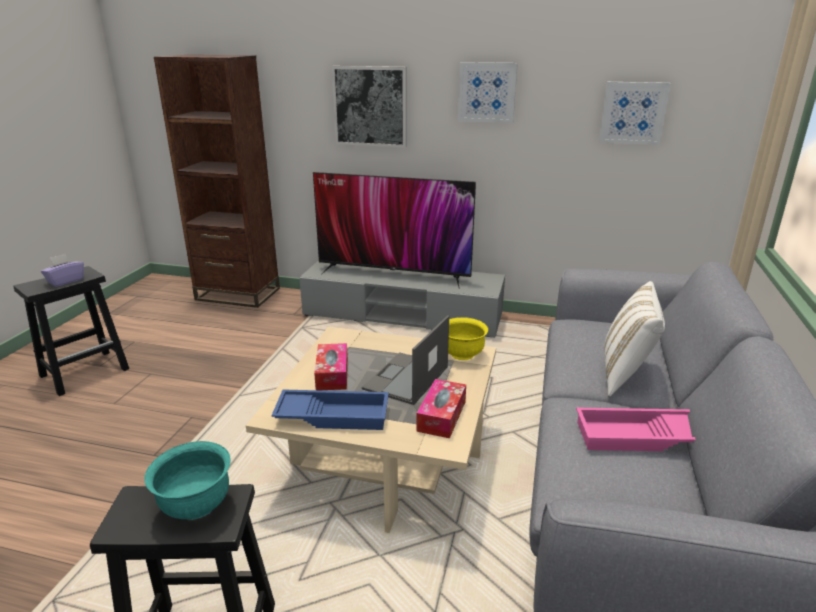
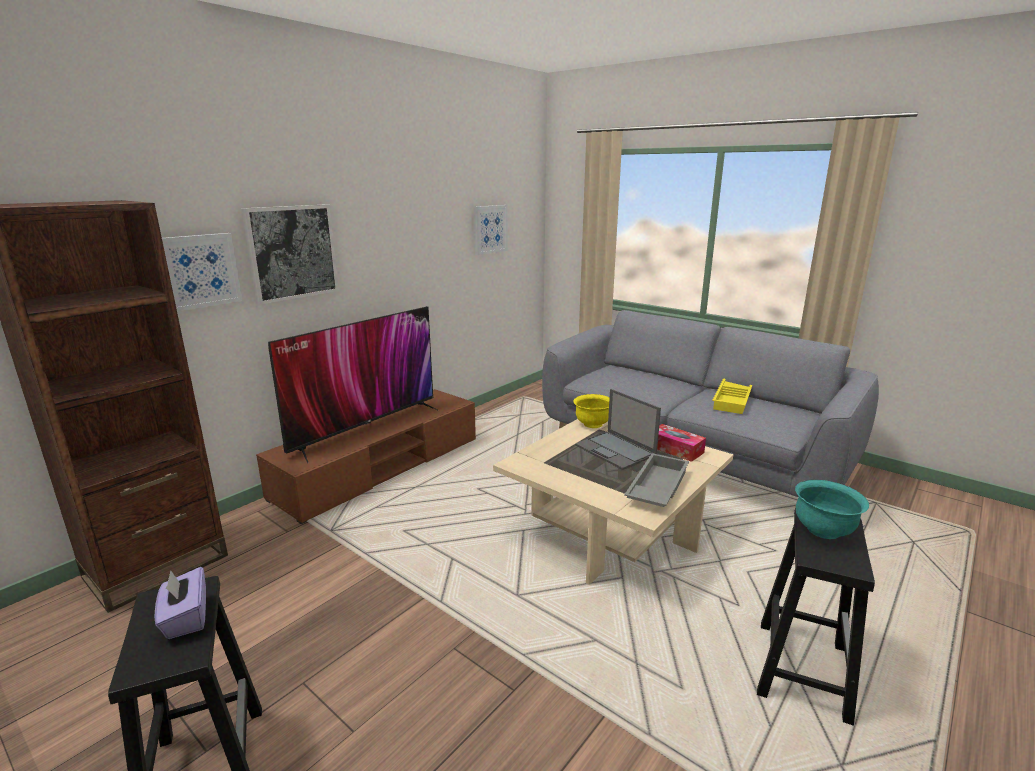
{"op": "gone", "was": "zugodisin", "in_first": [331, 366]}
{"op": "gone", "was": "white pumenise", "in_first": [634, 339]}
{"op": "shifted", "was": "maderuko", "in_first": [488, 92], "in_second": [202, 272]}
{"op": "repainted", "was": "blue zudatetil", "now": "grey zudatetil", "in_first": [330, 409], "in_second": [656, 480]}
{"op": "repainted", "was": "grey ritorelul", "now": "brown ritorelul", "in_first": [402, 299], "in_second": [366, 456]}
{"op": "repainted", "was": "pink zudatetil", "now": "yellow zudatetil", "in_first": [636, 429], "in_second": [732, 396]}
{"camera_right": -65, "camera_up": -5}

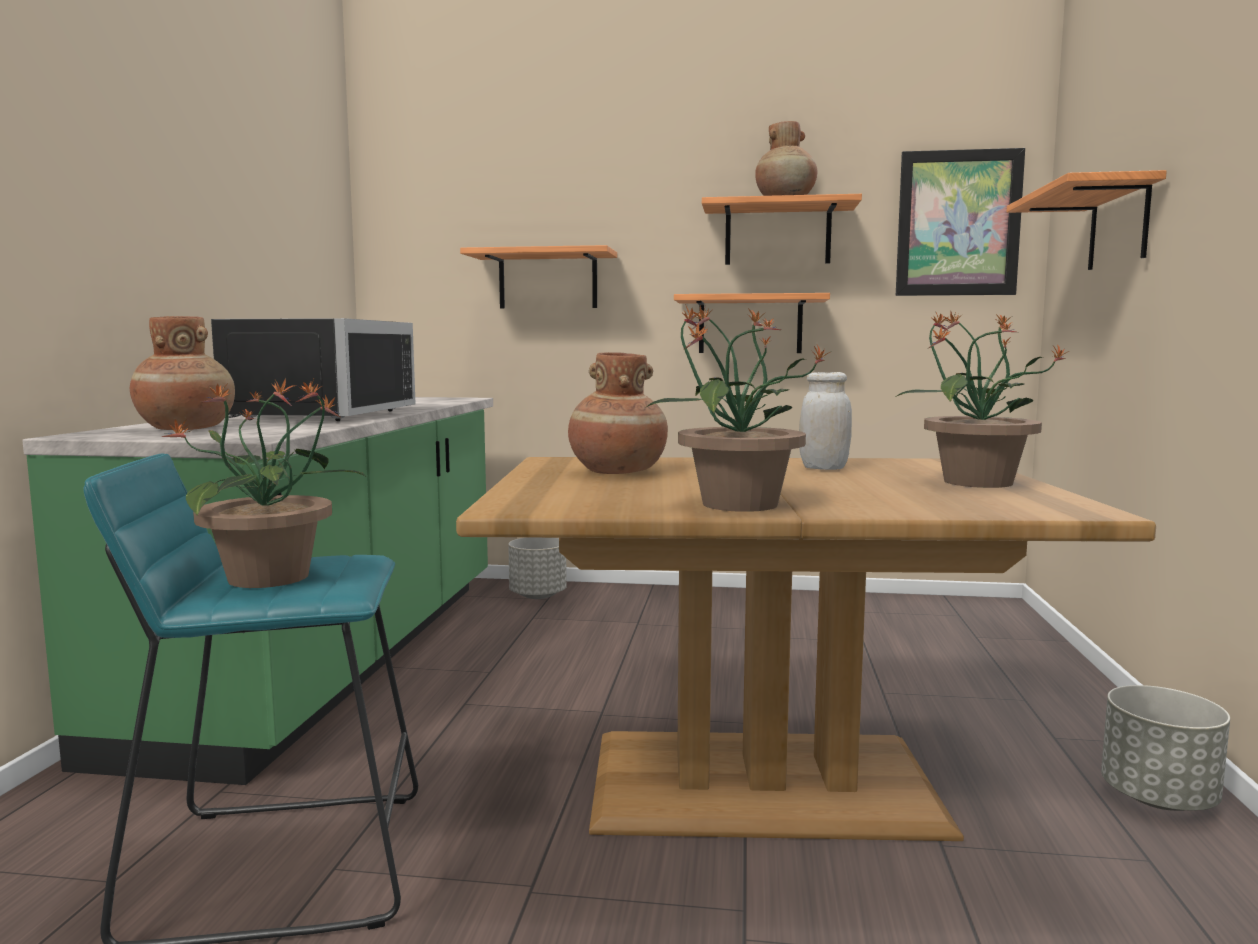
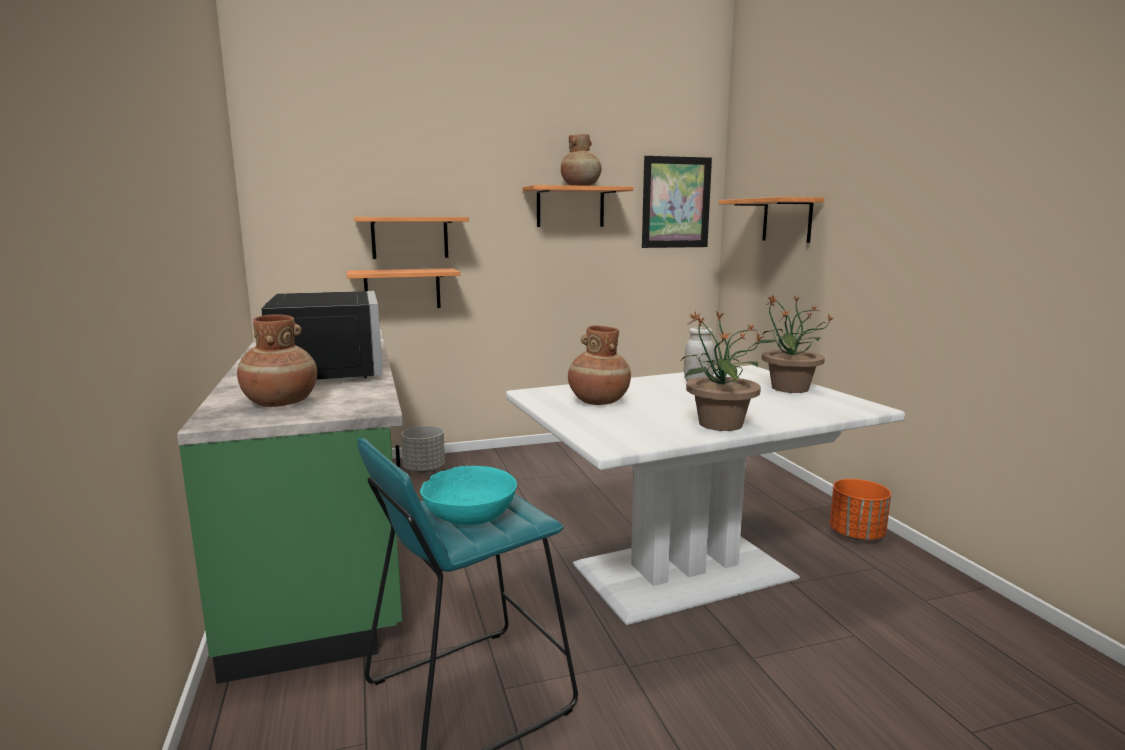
{"op": "shifted", "was": "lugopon", "in_first": [752, 323], "in_second": [403, 288]}
{"op": "swapped", "was": "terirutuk", "now": "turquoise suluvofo", "in_first": [264, 482], "in_second": [468, 495]}
{"op": "repainted", "was": "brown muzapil", "now": "white muzapil", "in_first": [806, 649], "in_second": [705, 495]}
{"op": "repainted", "was": "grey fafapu", "now": "orange fafapu", "in_first": [1165, 748], "in_second": [860, 509]}
{"camera_right": -25, "camera_up": 5}

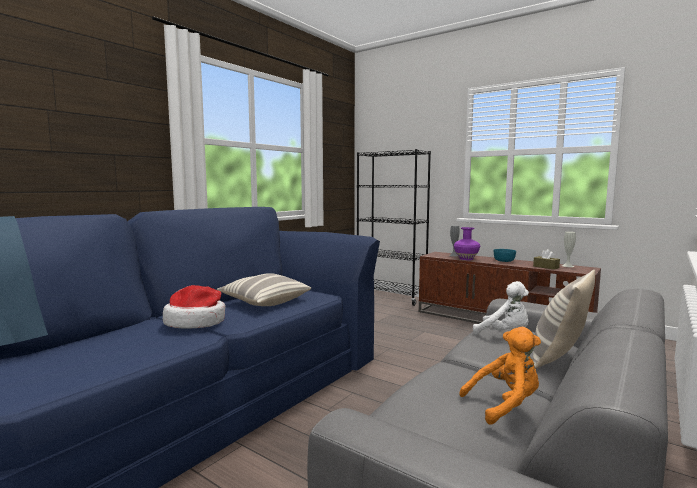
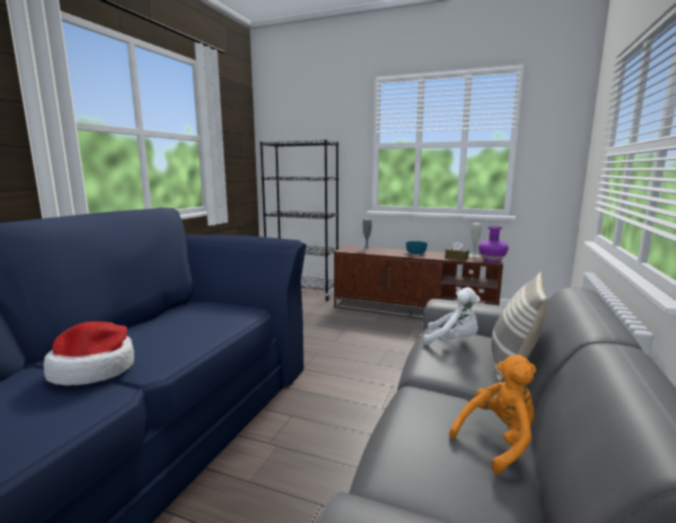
{"op": "gone", "was": "pumenise", "in_first": [264, 289]}
{"op": "shifted", "was": "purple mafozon", "in_first": [467, 243], "in_second": [493, 244]}
{"camera_right": -15, "camera_up": 5}

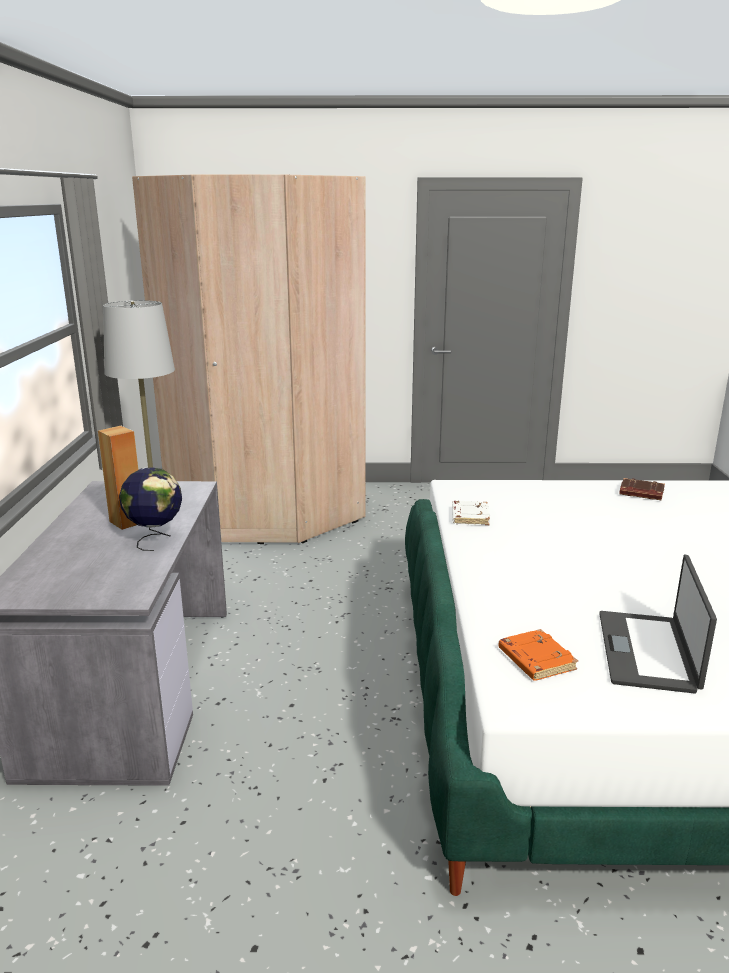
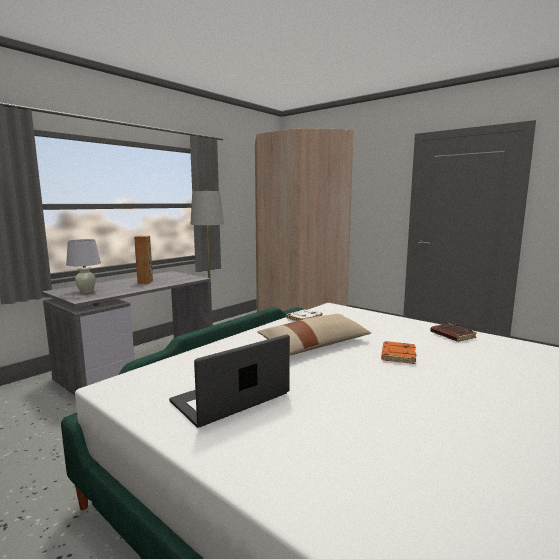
{"op": "gone", "was": "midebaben", "in_first": [150, 509]}
{"op": "new", "now": "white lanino", "in_second": [83, 266]}
{"op": "new", "now": "beige pumenise", "in_second": [314, 335]}
{"op": "shifted", "was": "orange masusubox", "in_first": [538, 655], "in_second": [398, 352]}
{"camera_right": 40, "camera_up": -10}

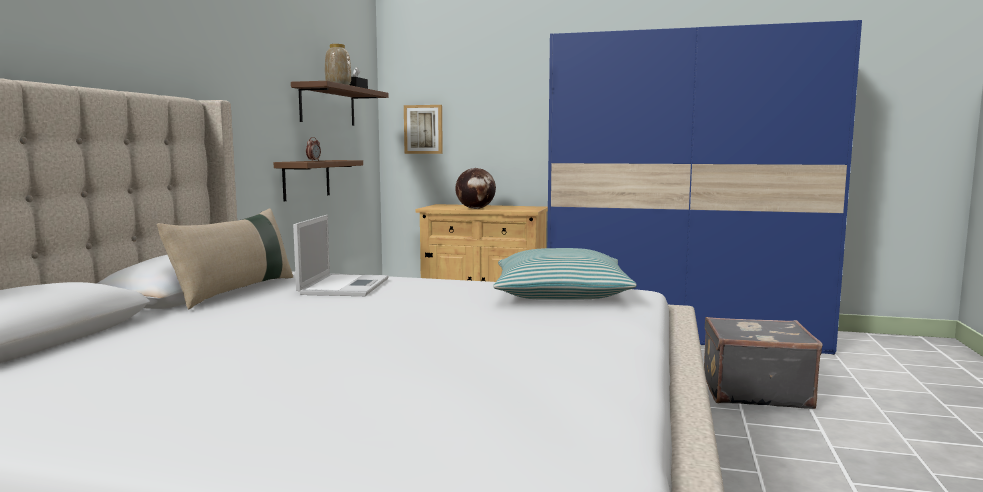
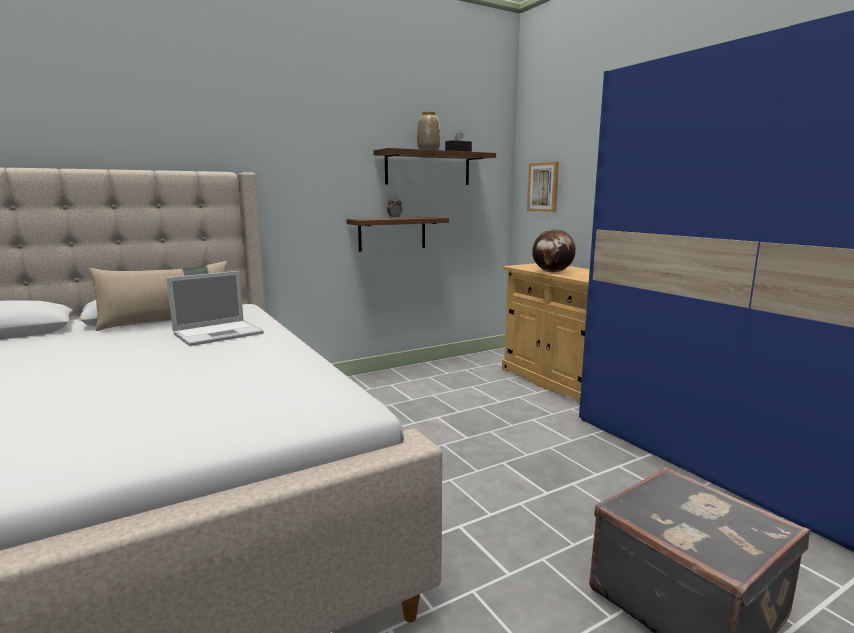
{"op": "gone", "was": "pumenise", "in_first": [565, 274]}
{"camera_right": 45, "camera_up": 5}

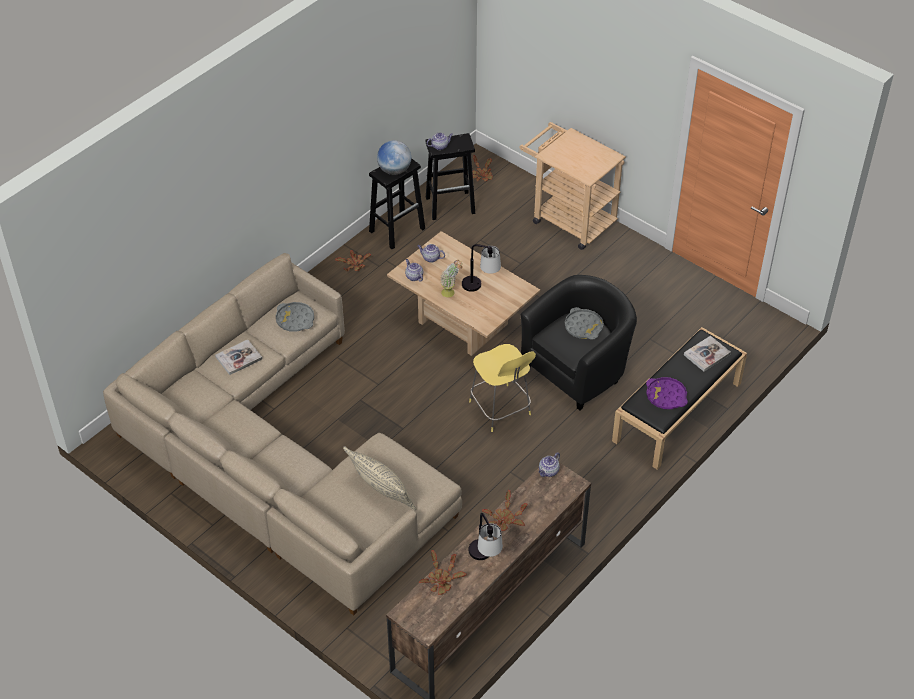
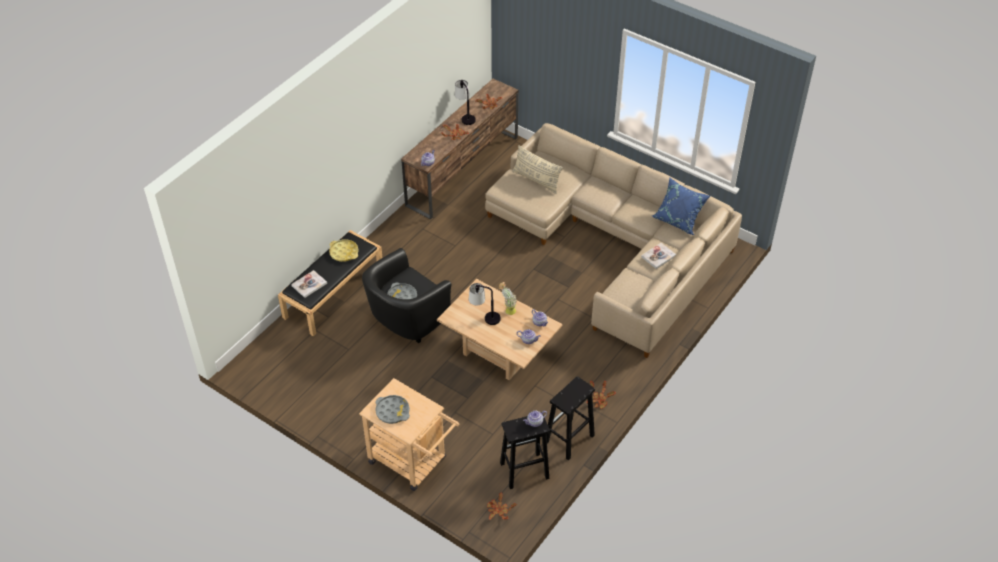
{"op": "gone", "was": "midebaben", "in_first": [394, 157]}
{"op": "gone", "was": "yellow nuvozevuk", "in_first": [502, 388]}
{"op": "new", "now": "blue pumenise", "in_second": [681, 206]}
{"op": "shifted", "was": "grey zudatetil", "in_first": [295, 317], "in_second": [392, 409]}
{"op": "repainted", "was": "purple zudatetil", "now": "yellow zudatetil", "in_first": [667, 393], "in_second": [344, 250]}
{"camera_right": 175, "camera_up": 0}

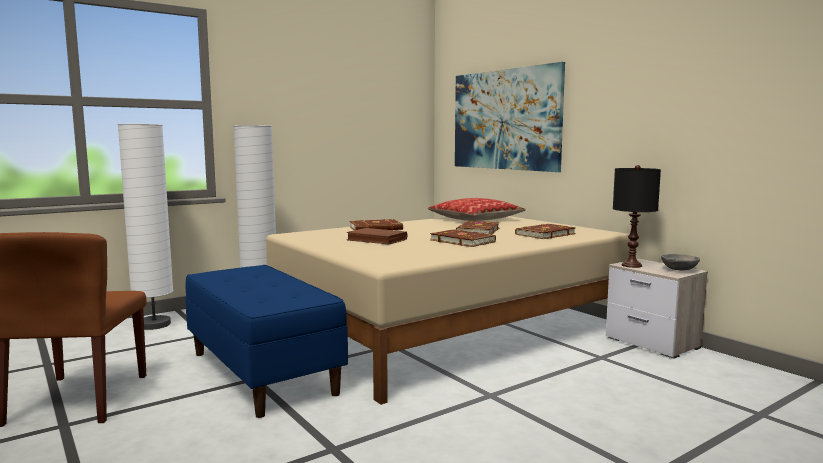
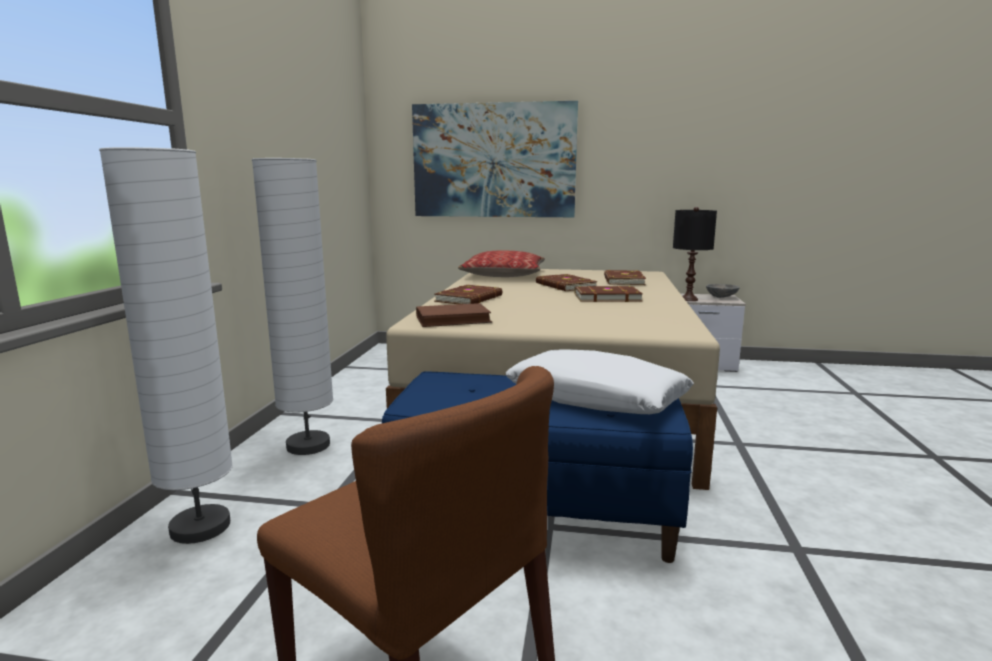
{"op": "new", "now": "white pumenise", "in_second": [600, 381]}
{"op": "shifted", "was": "brown masusubox", "in_first": [376, 236], "in_second": [454, 315]}
{"camera_right": -45, "camera_up": 5}

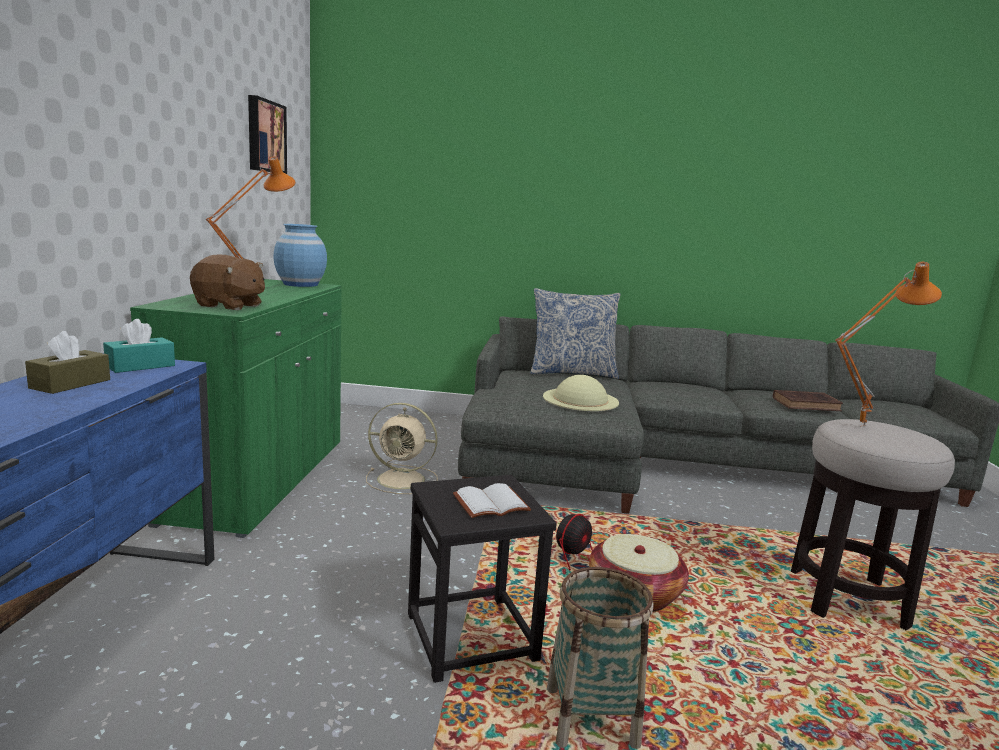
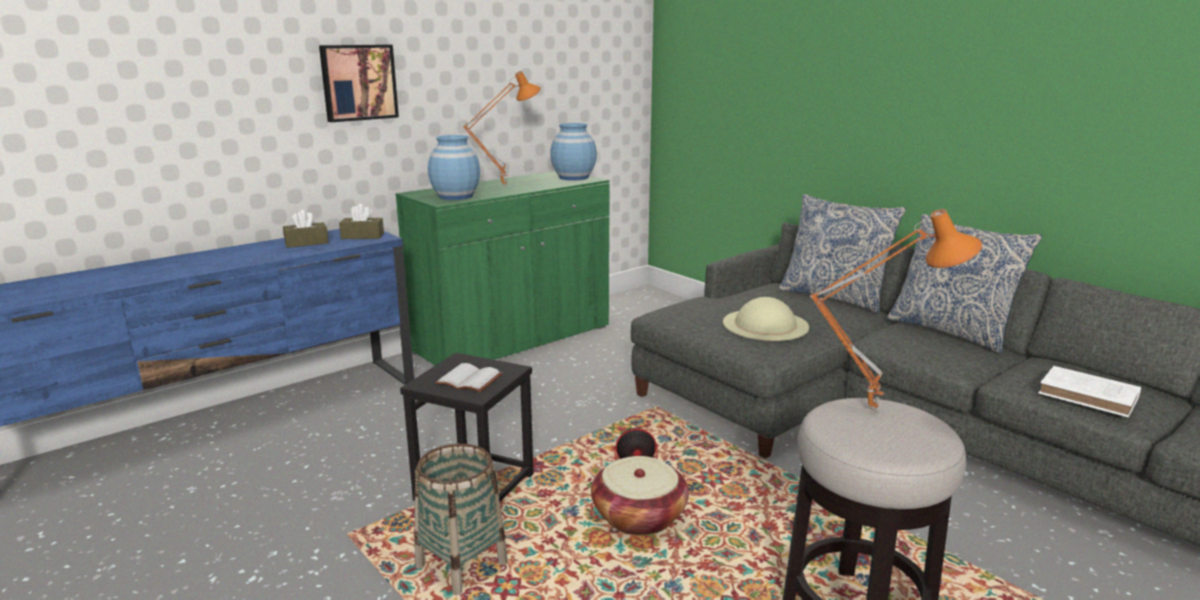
{"op": "gone", "was": "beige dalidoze", "in_first": [402, 448]}
{"op": "new", "now": "pumenise", "in_second": [964, 284]}
{"op": "shifted", "was": "maderuko", "in_first": [267, 134], "in_second": [359, 83]}
{"op": "swapped", "was": "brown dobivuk", "now": "blue mafozon", "in_first": [227, 282], "in_second": [454, 167]}
{"op": "repainted", "was": "turquoise zugodisin", "now": "brown zugodisin", "in_first": [139, 346], "in_second": [361, 221]}
{"op": "repainted", "was": "brown masusubox", "now": "white masusubox", "in_first": [808, 400], "in_second": [1090, 391]}
{"camera_right": 45, "camera_up": 5}

